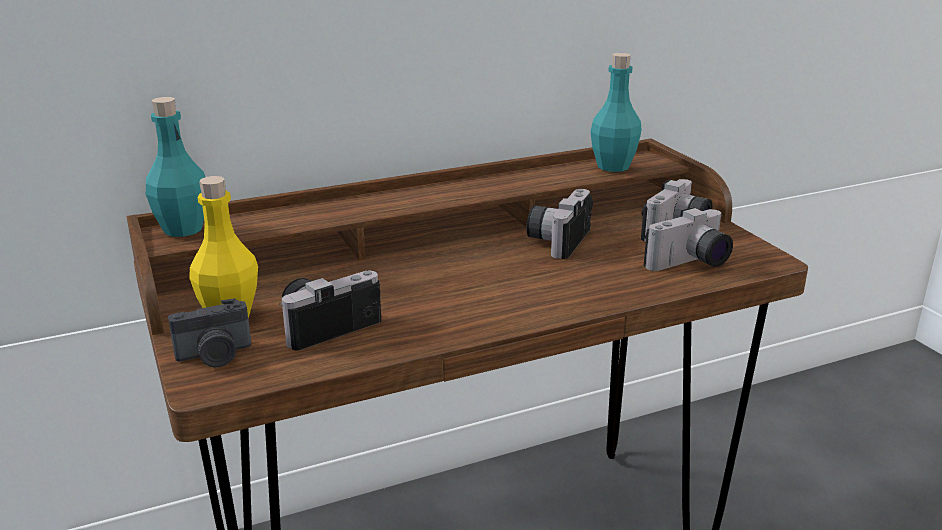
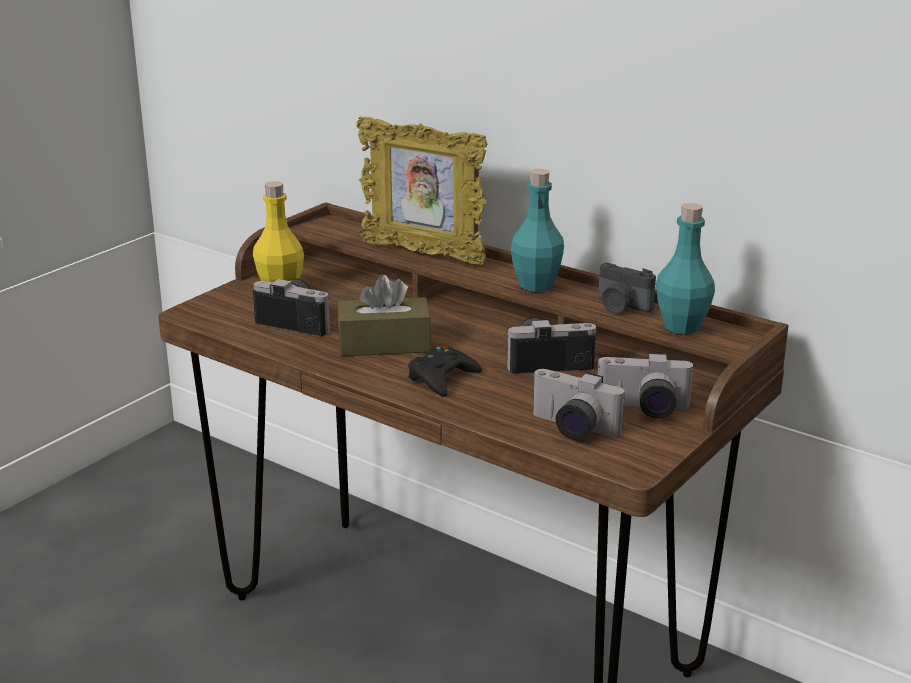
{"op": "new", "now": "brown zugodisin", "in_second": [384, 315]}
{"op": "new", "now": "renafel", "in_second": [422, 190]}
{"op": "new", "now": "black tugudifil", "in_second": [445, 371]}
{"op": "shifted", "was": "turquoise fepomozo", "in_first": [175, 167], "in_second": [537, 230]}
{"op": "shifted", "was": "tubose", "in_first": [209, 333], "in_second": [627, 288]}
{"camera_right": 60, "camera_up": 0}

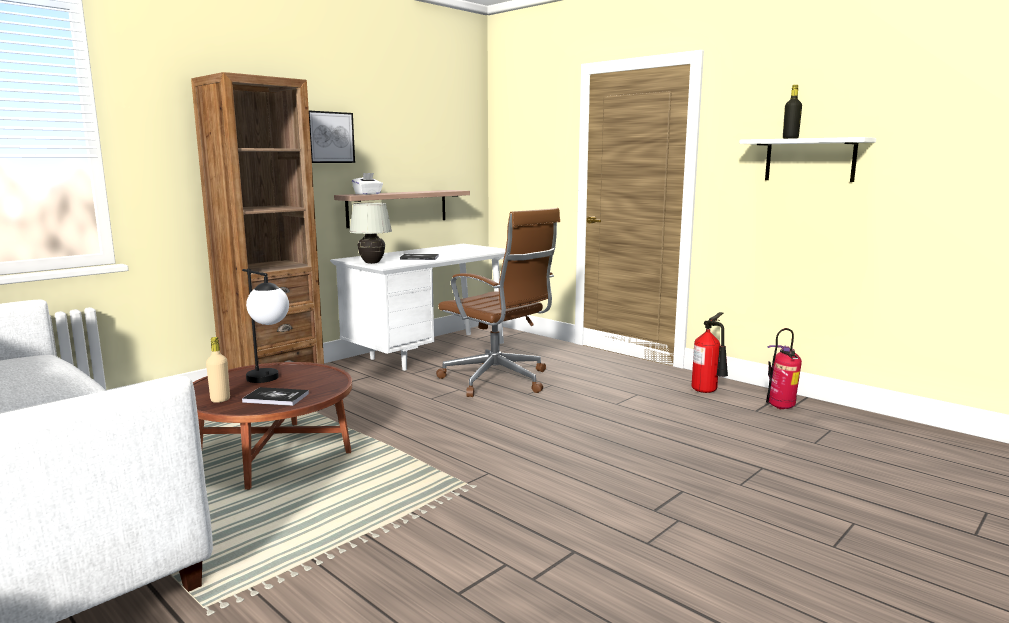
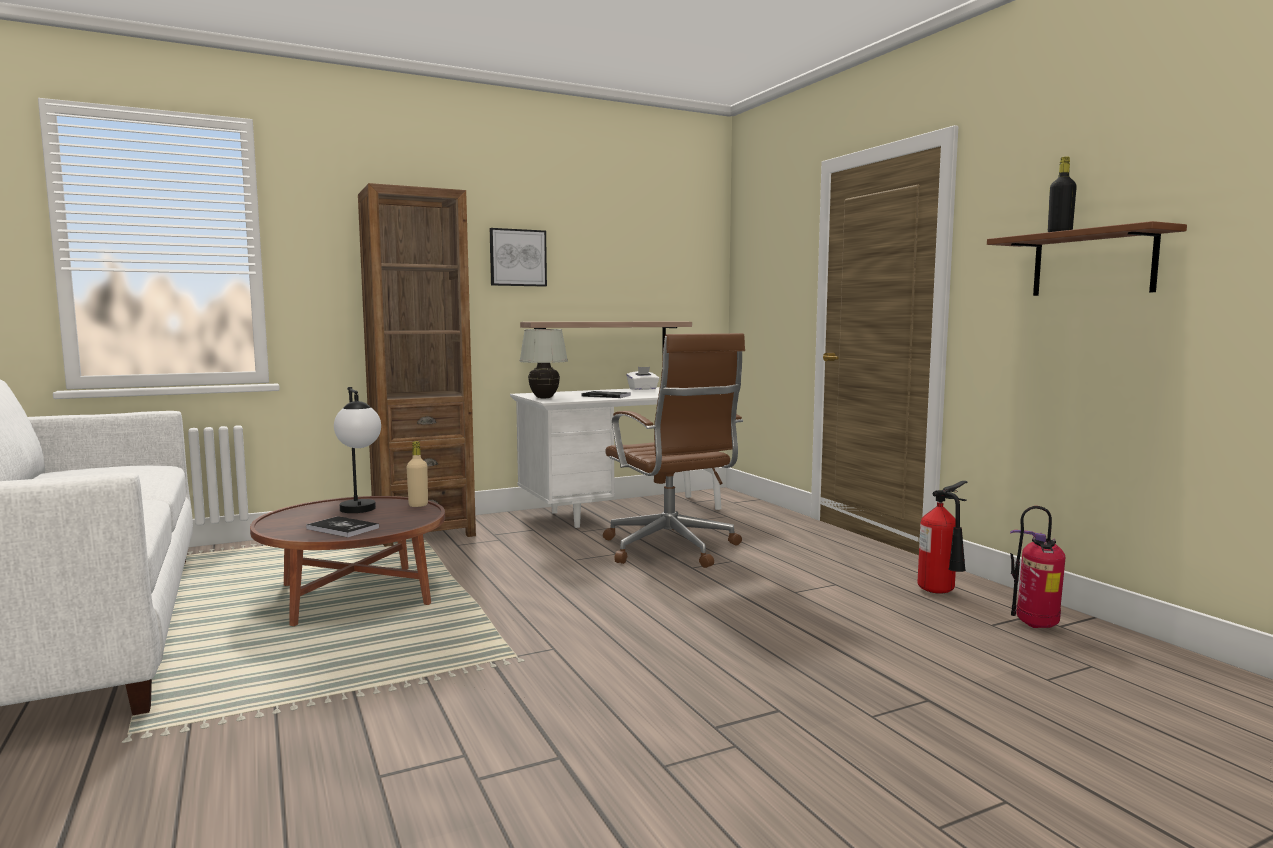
{"op": "shifted", "was": "beige fepomozo", "in_first": [218, 370], "in_second": [417, 474]}
{"op": "shifted", "was": "white zugodisin", "in_first": [367, 184], "in_second": [643, 378]}
{"op": "repainted", "was": "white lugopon", "now": "brown lugopon", "in_first": [807, 159], "in_second": [1087, 258]}
{"camera_right": 20, "camera_up": -5}

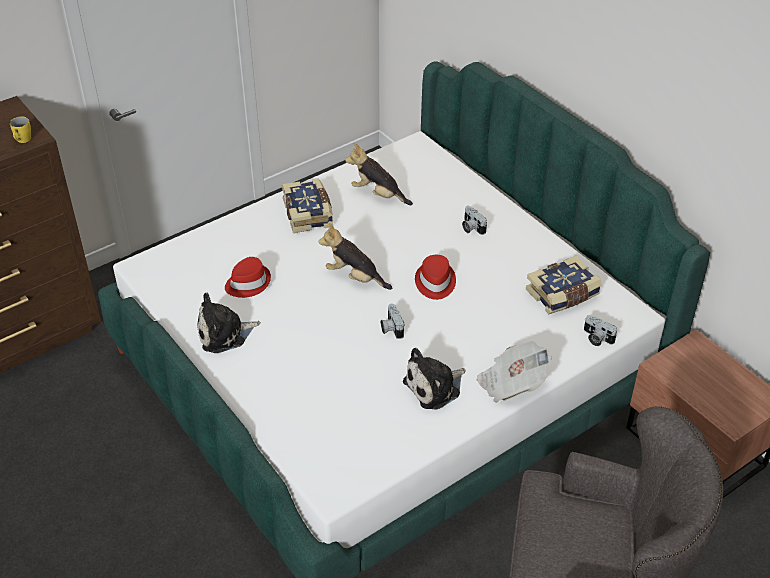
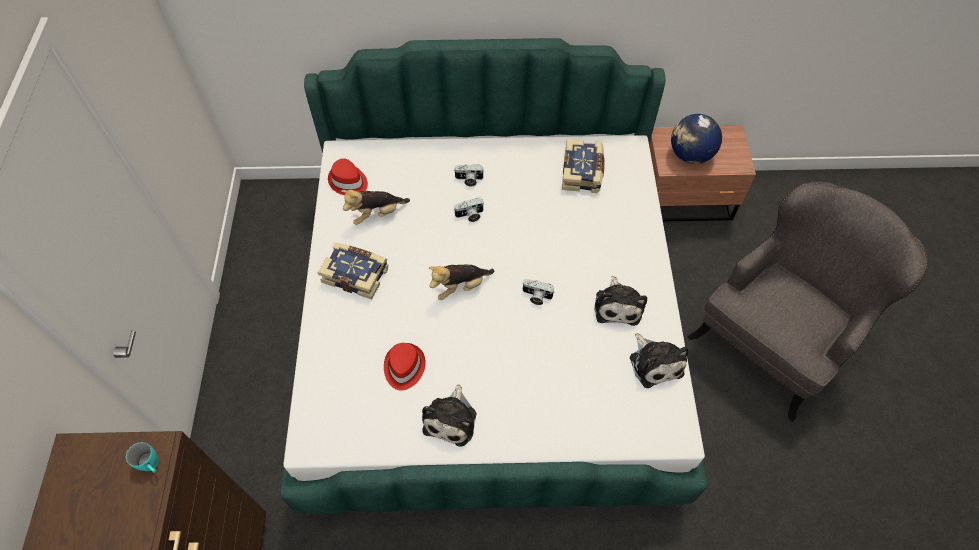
{"op": "gone", "was": "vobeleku", "in_first": [514, 372]}
{"op": "new", "now": "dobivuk", "in_second": [659, 360]}
{"op": "new", "now": "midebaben", "in_second": [696, 139]}
{"op": "shifted", "was": "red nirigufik", "in_first": [435, 277], "in_second": [348, 176]}
{"op": "shifted", "was": "tubose", "in_first": [600, 330], "in_second": [469, 210]}
{"op": "repainted", "was": "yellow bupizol", "now": "turquoise bupizol", "in_first": [20, 129], "in_second": [142, 457]}
{"camera_right": -55, "camera_up": 15}

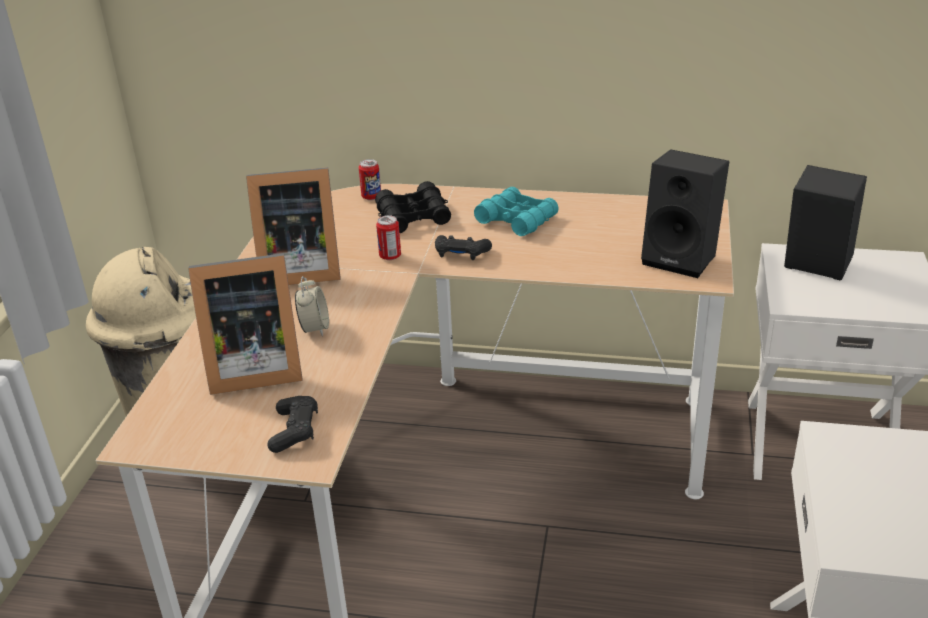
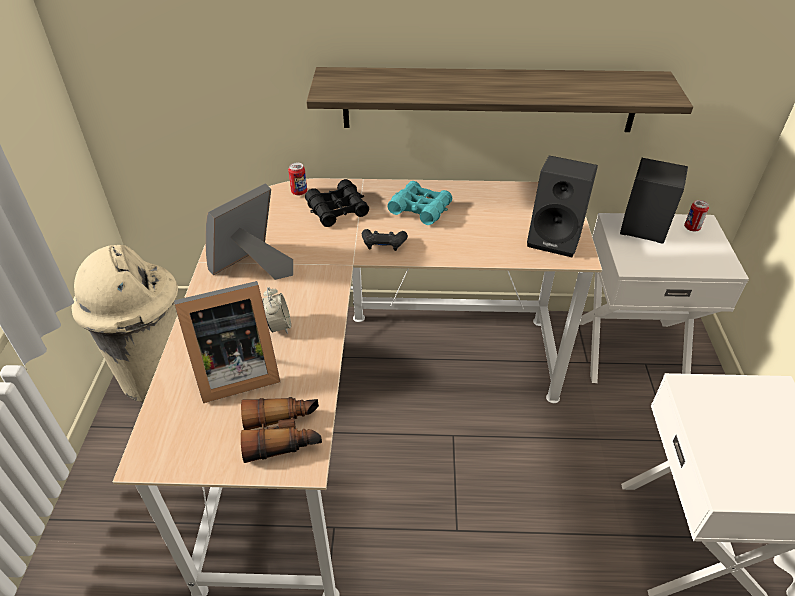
{"op": "new", "now": "lugopon", "in_second": [499, 99]}
{"op": "shifted", "was": "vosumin", "in_first": [388, 237], "in_second": [696, 215]}
{"op": "swapped", "was": "black tugudifil", "now": "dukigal", "in_first": [292, 424], "in_second": [281, 430]}
{"op": "rotated", "was": "renafel", "in_first": [293, 226], "in_second": [249, 231], "clockwise": 150}
{"camera_right": -10, "camera_up": 10}

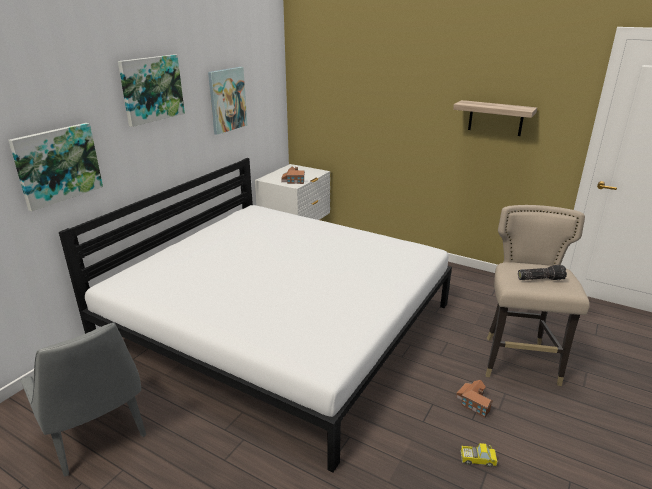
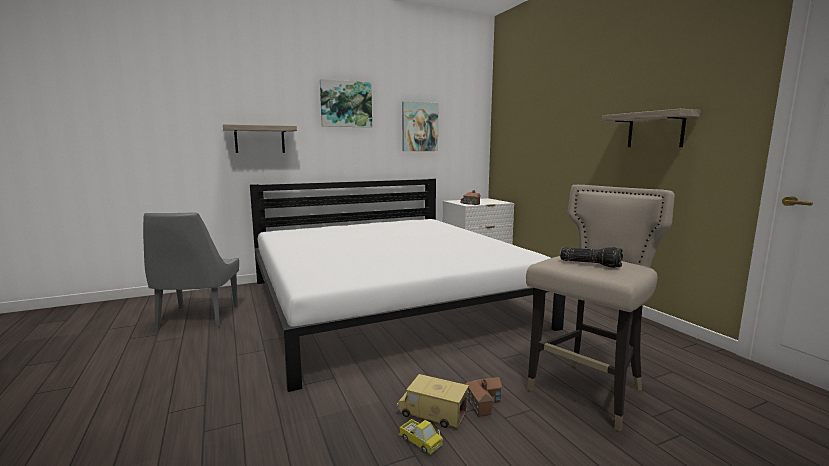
{"op": "new", "now": "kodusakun", "in_second": [433, 401]}
{"op": "swapped", "was": "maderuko", "now": "lugopon", "in_first": [55, 167], "in_second": [260, 138]}
{"camera_right": 35, "camera_up": -15}

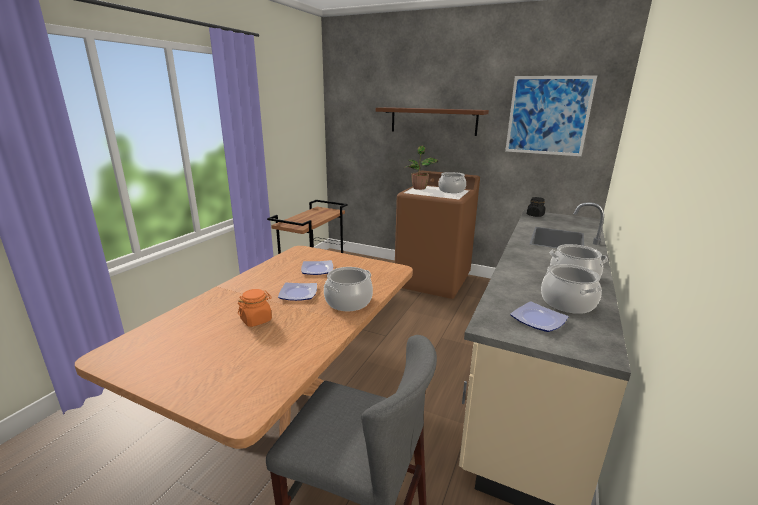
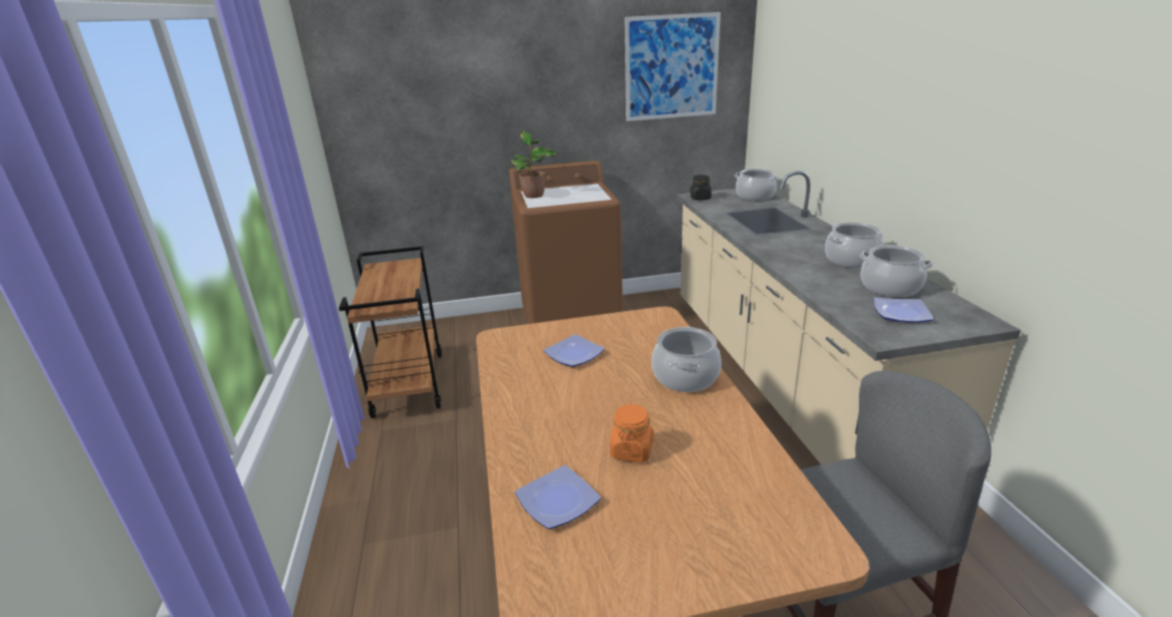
{"op": "gone", "was": "brown lugopon", "in_first": [432, 121]}
{"op": "shifted", "was": "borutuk", "in_first": [297, 292], "in_second": [558, 497]}
{"op": "shifted", "was": "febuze", "in_first": [452, 182], "in_second": [757, 185]}
{"camera_right": -35, "camera_up": 5}

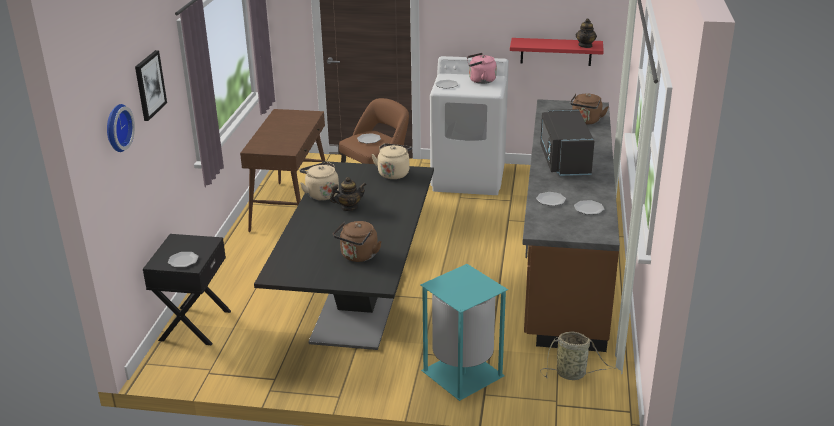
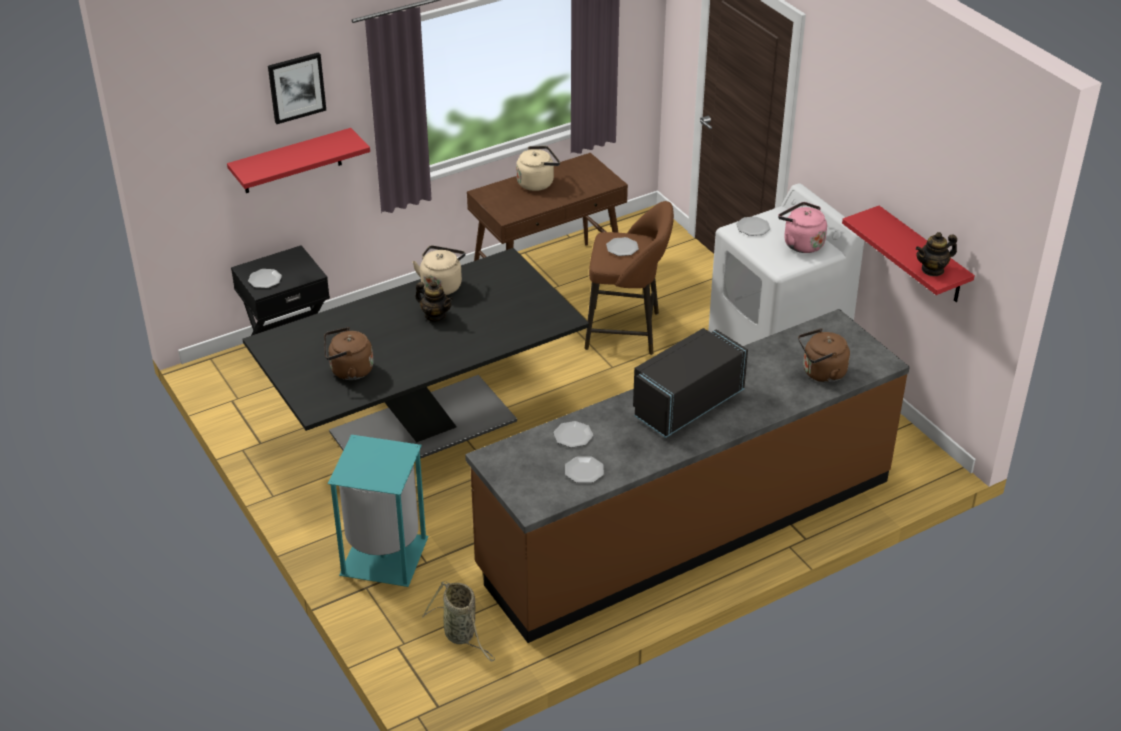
{"op": "gone", "was": "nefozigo", "in_first": [121, 128]}
{"op": "new", "now": "red lugopon", "in_second": [298, 160]}
{"op": "shifted", "was": "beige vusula", "in_first": [391, 161], "in_second": [538, 168]}
{"camera_right": 50, "camera_up": 10}

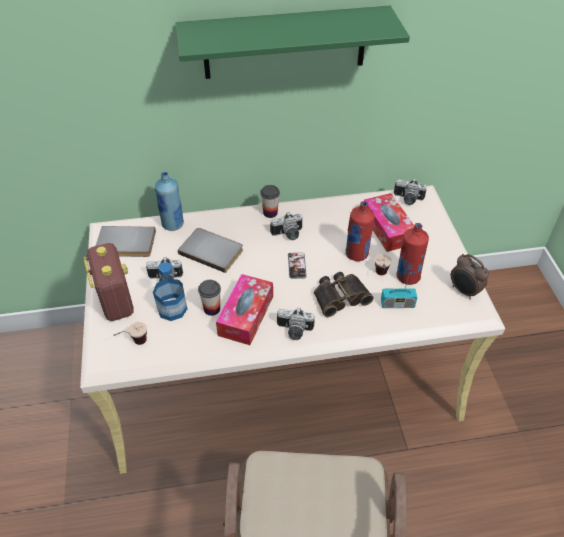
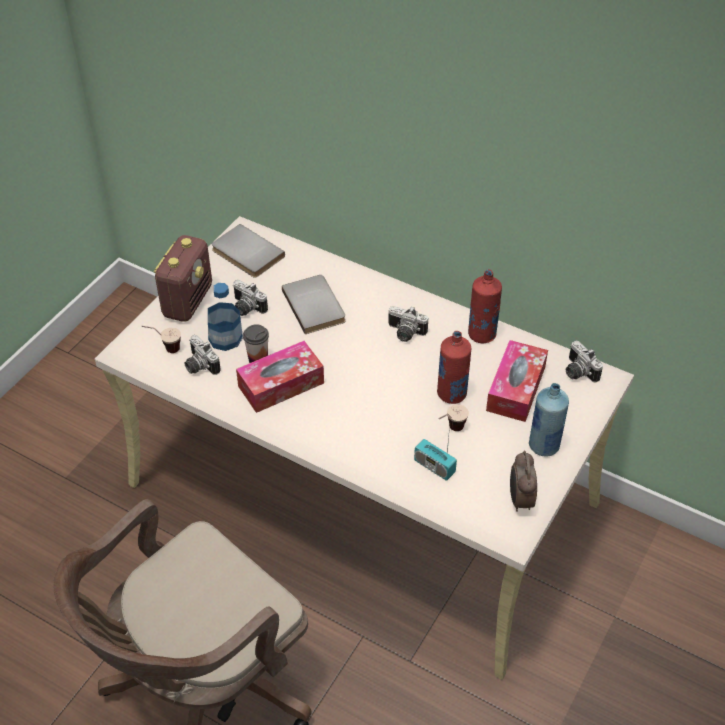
{"op": "gone", "was": "green lugopon", "in_first": [293, 42]}
{"op": "gone", "was": "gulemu", "in_first": [270, 201]}
{"op": "gone", "was": "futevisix", "in_first": [297, 265]}
{"op": "gone", "was": "dukigal", "in_first": [344, 294]}
{"op": "shifted", "was": "blue fepomozo", "in_first": [169, 201], "in_second": [549, 419]}
{"op": "shifted", "was": "tubose", "in_first": [296, 323], "in_second": [202, 355]}
{"op": "shifted", "was": "red fepomozo", "in_first": [413, 254], "in_second": [485, 306]}
{"camera_right": 40, "camera_up": 0}

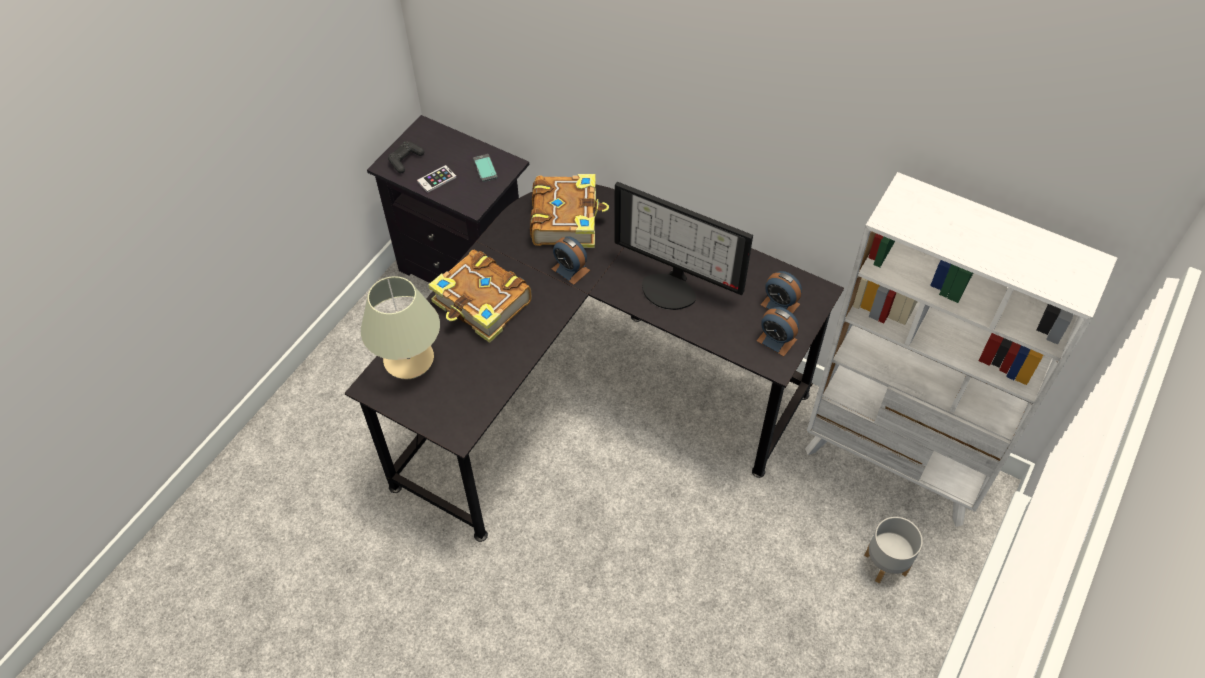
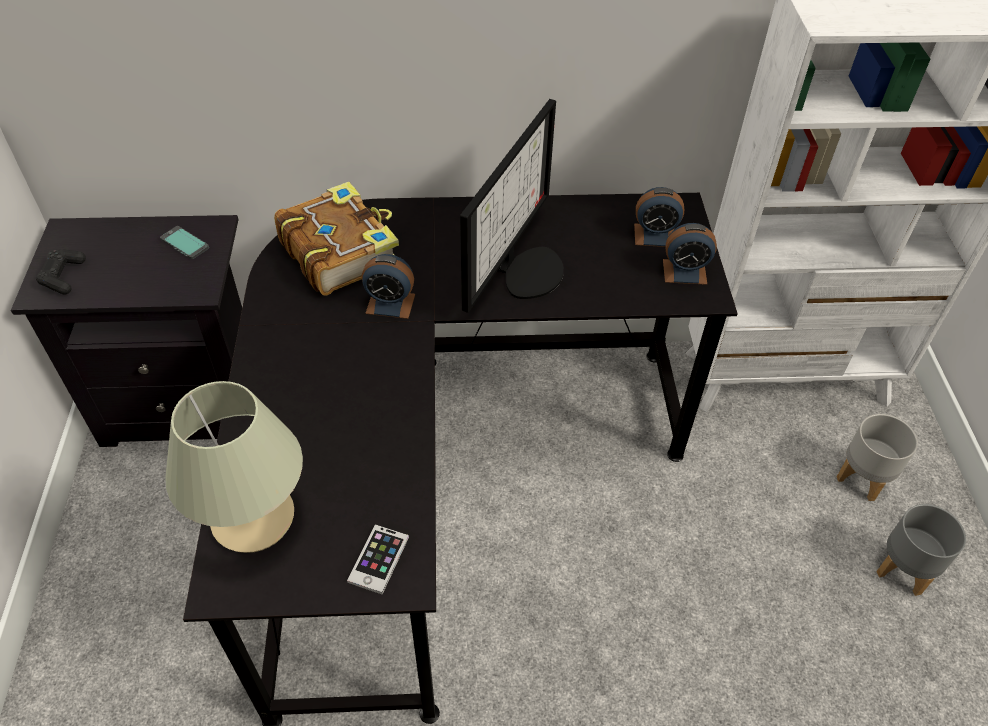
{"op": "gone", "was": "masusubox", "in_first": [480, 296]}
{"op": "new", "now": "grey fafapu", "in_second": [921, 550]}
{"op": "shifted", "was": "futevisix", "in_first": [437, 179], "in_second": [378, 559]}
{"op": "rotated", "was": "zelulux", "in_first": [683, 246], "in_second": [512, 206], "clockwise": -60}
{"camera_right": -35, "camera_up": -5}

